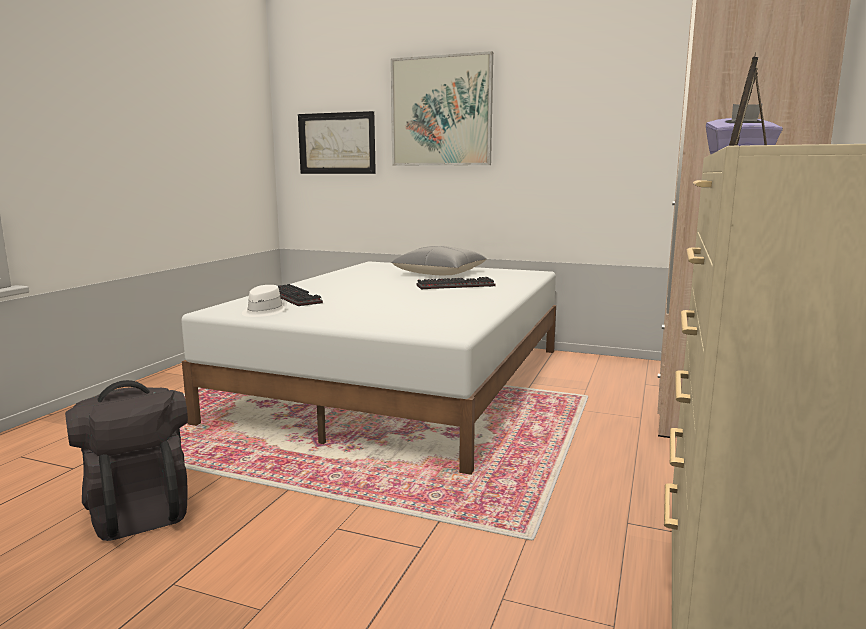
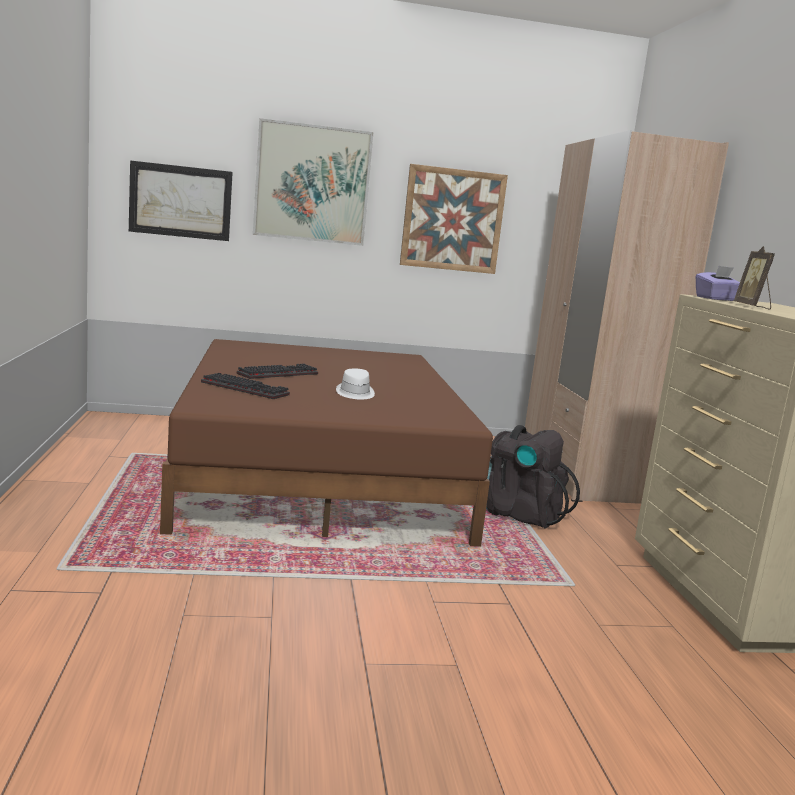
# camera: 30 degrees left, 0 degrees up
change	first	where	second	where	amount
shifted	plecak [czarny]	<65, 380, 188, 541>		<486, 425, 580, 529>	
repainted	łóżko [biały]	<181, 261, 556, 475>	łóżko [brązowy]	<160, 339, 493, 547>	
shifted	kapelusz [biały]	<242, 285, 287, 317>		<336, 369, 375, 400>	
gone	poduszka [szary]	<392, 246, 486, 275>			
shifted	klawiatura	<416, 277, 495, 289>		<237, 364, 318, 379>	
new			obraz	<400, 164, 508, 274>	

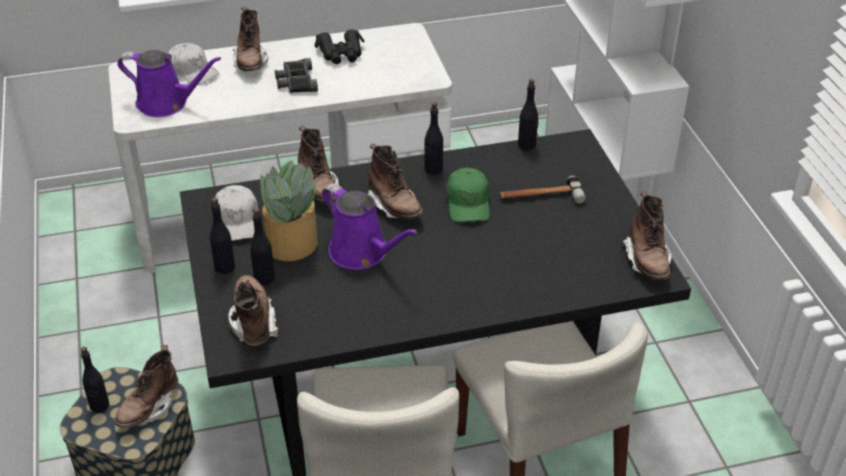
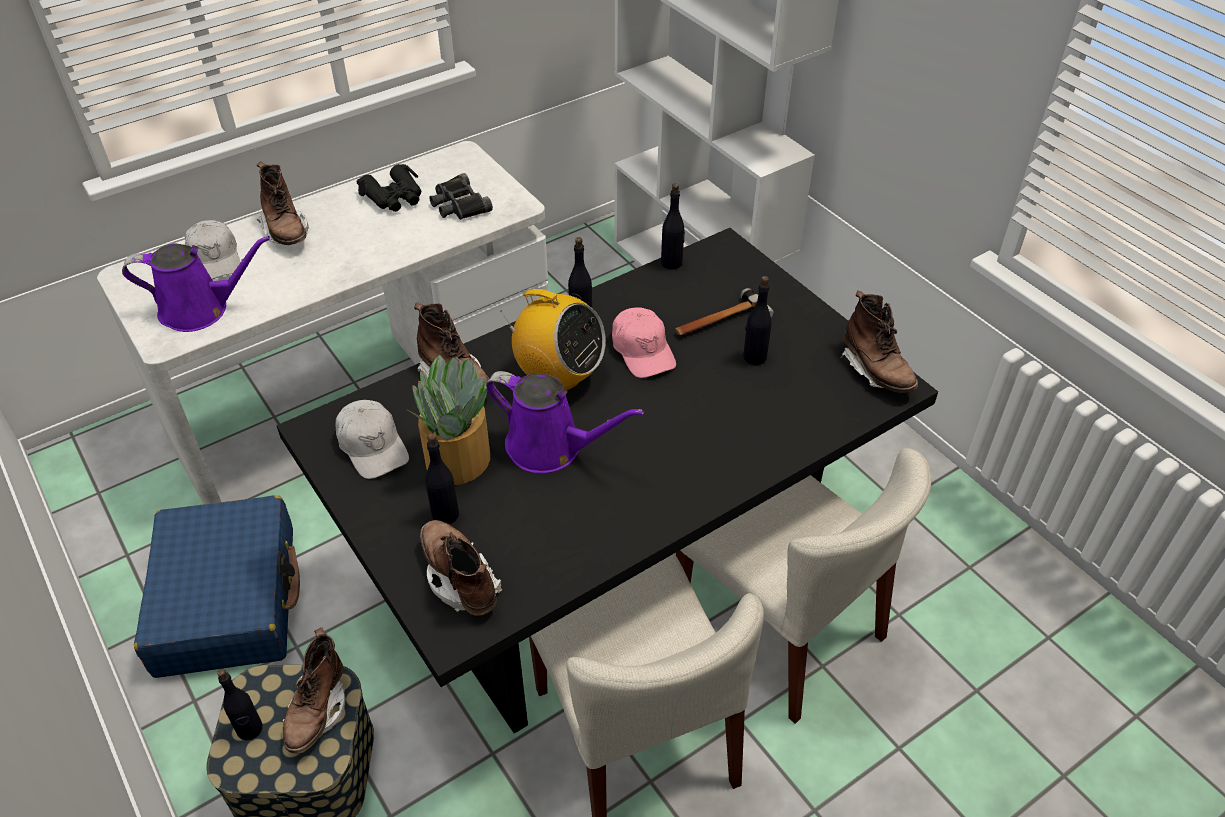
# camera: 20 degrees left, 5 degrees up
change	first	where	second	where	amount
rotated	czapka z daszkiem [biały]	<168, 43, 219, 85>		<185, 220, 241, 279>	45 degrees clockwise
shifted	butelka [czarny]	<210, 198, 235, 274>		<743, 276, 772, 365>	
shifted	lornetka [czarny]	<275, 58, 318, 93>		<429, 173, 493, 220>	
swapped	but z cholewką [brązowy]	<368, 143, 423, 220>	radio	<500, 289, 606, 391>	
repainted	czapka z daszkiem [zielony]	<445, 168, 490, 222>	czapka z daszkiem [różowy]	<612, 307, 676, 378>	
new			walizka [niebieski]	<134, 495, 300, 678>	

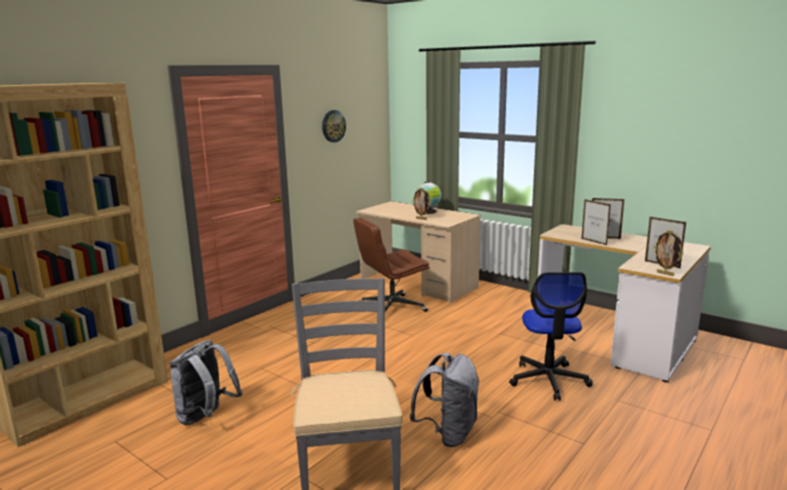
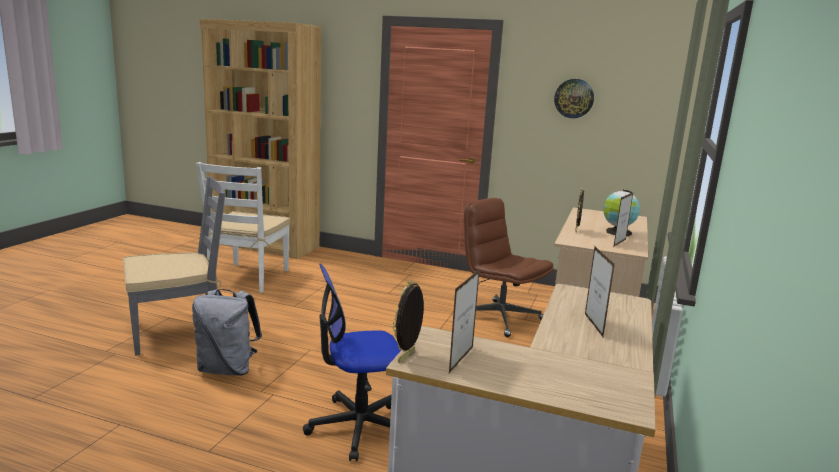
# camera: 70 degrees right, 0 degrees up
change	first	where	second	where	amount
swapped	plecak [szary]	<170, 340, 243, 425>	krzesło [biały]	<196, 162, 291, 293>	
shifted	ramka na zdjęcie	<582, 199, 611, 245>		<614, 193, 633, 246>	

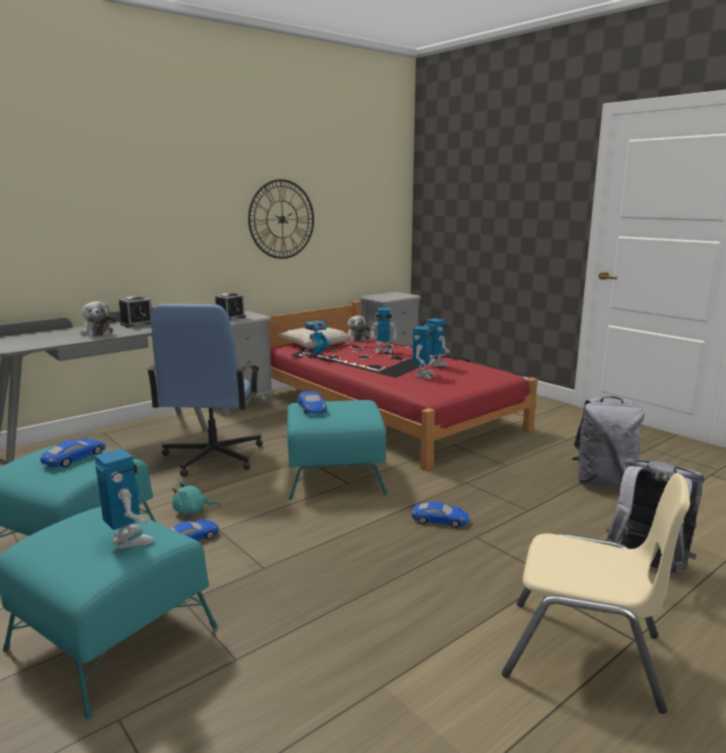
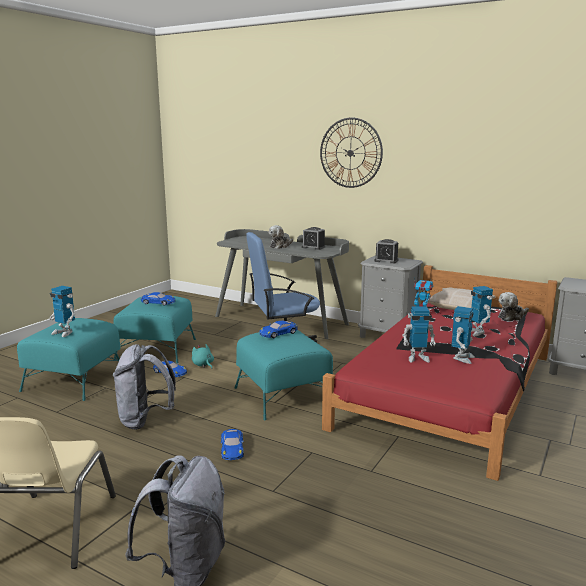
# camera: 70 degrees right, 0 degrees up
change	first	where	second	where	amount
rotated	robot zabawkowy	<94, 448, 155, 549>		<50, 286, 75, 337>	90 degrees clockwise
shifted	zegar ścienny	<248, 179, 314, 259>		<320, 117, 383, 188>	
shifted	plecak [szary]	<572, 396, 644, 487>		<113, 344, 176, 430>	

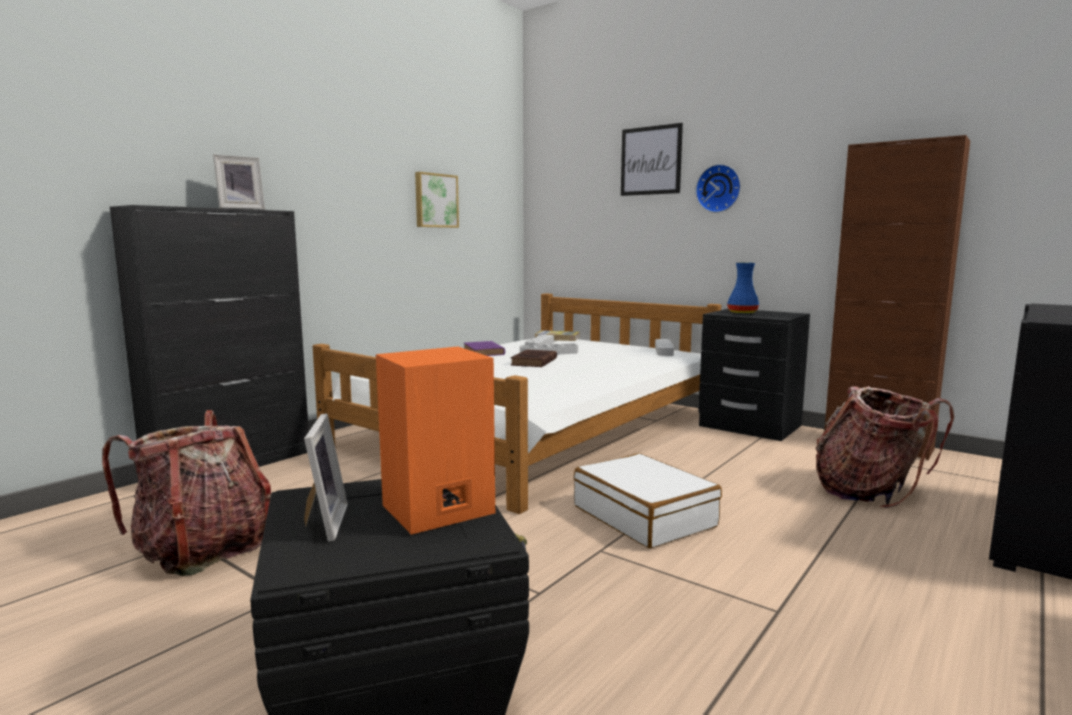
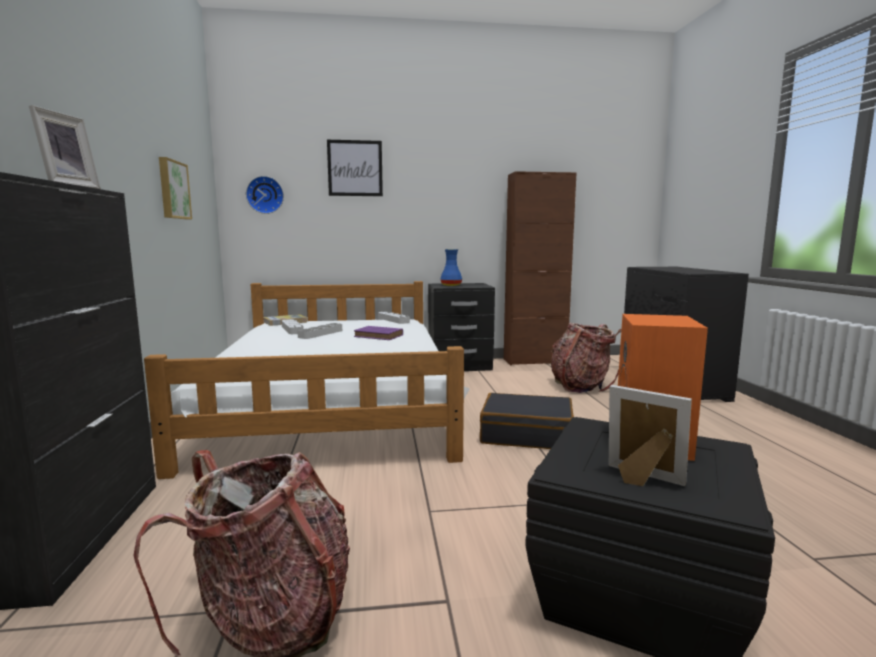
# camera: 45 degrees left, 0 degrees up
change	first	where	second	where	amount
shifted	książka [fioletowy]	<464, 341, 505, 356>		<354, 326, 403, 340>	
gone	książka [brązowy]	<510, 350, 557, 367>			
repainted	walizka [biały]	<574, 453, 722, 548>	walizka [czarny]	<480, 393, 574, 449>	
shifted	zegar ścienny	<695, 164, 741, 213>		<246, 176, 284, 214>	

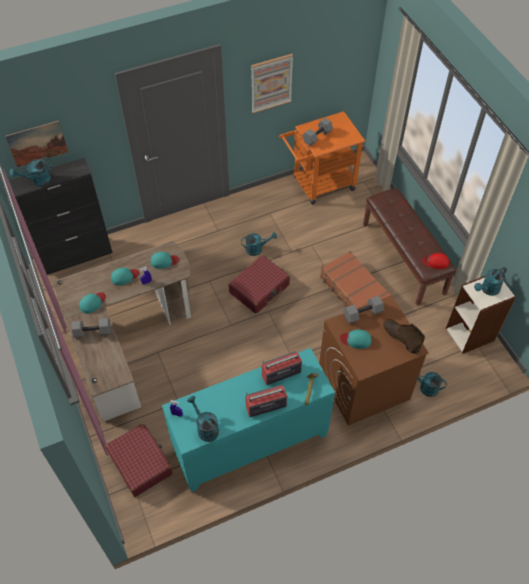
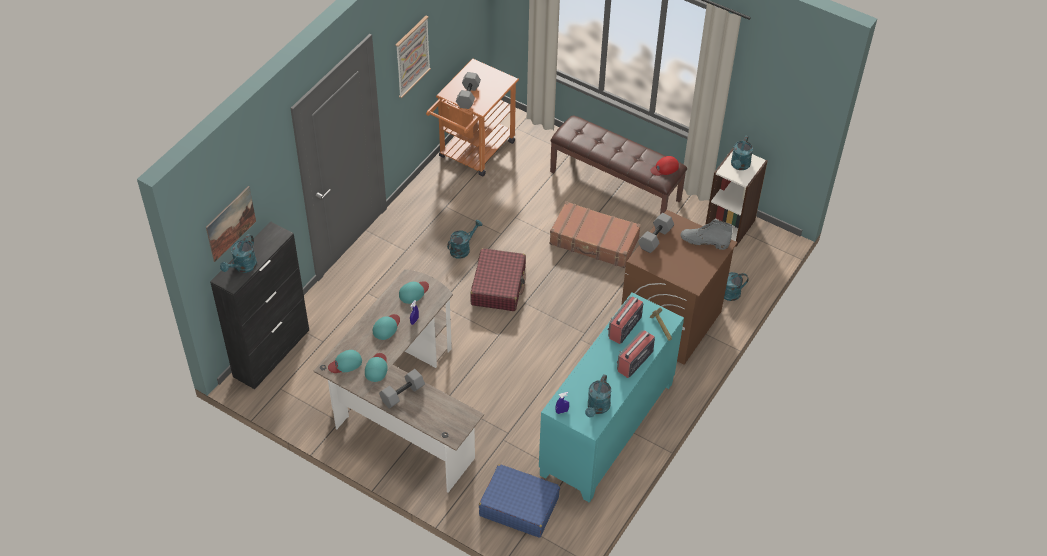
# camera: 35 degrees left, 5 degrees down
change	first	where	second	where	amount
repainted	walizka [czerwony]	<105, 423, 173, 497>	walizka [niebieski]	<479, 464, 560, 538>	
rotated	konewka [turkusowy]	<187, 396, 219, 442>		<585, 374, 611, 417>	90 degrees counterclockwise
shifted	czapka z daszkiem [turkusowy]	<340, 330, 371, 349>		<328, 350, 362, 373>	
repainted	but z cholewką [brązowy]	<383, 319, 425, 354>	but z cholewką [szary]	<680, 220, 733, 250>	

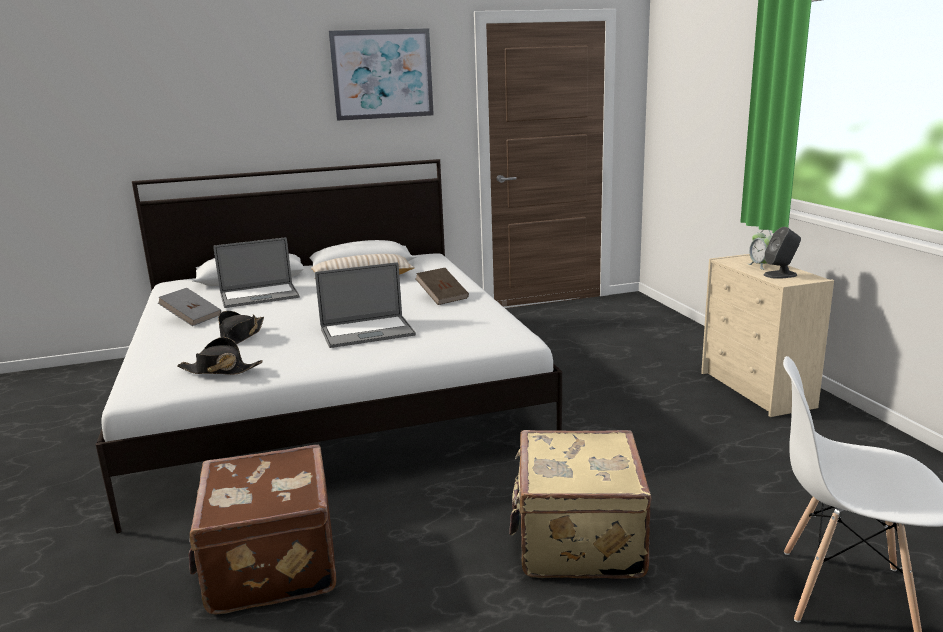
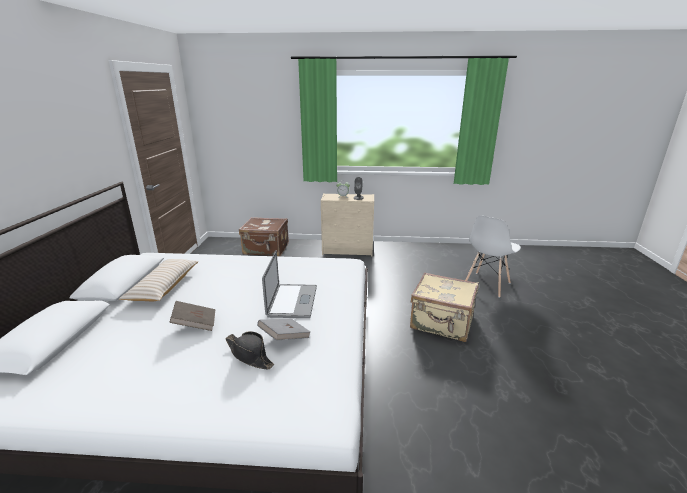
# camera: 70 degrees left, 5 degrees up
change	first	where	second	where	amount
shifted	książka [szary]	<158, 288, 221, 326>		<257, 319, 310, 341>	
gone	kapelusz [czarny]	<177, 337, 263, 375>			
shifted	walizka [brązowy]	<189, 445, 336, 615>		<239, 217, 289, 256>	
gone	laptop	<213, 237, 300, 308>			
gone	obraz	<329, 28, 434, 121>			
shifted	książka [brązowy]	<415, 268, 469, 305>		<169, 301, 215, 331>	

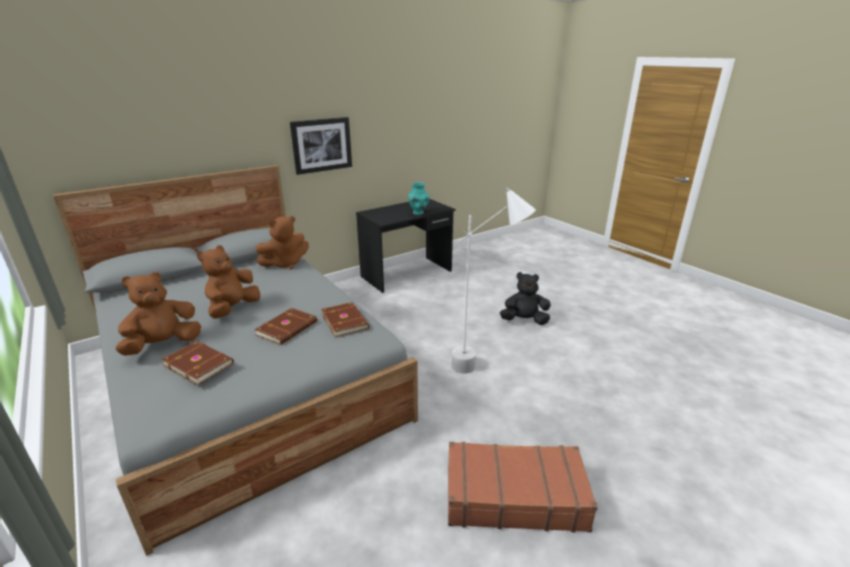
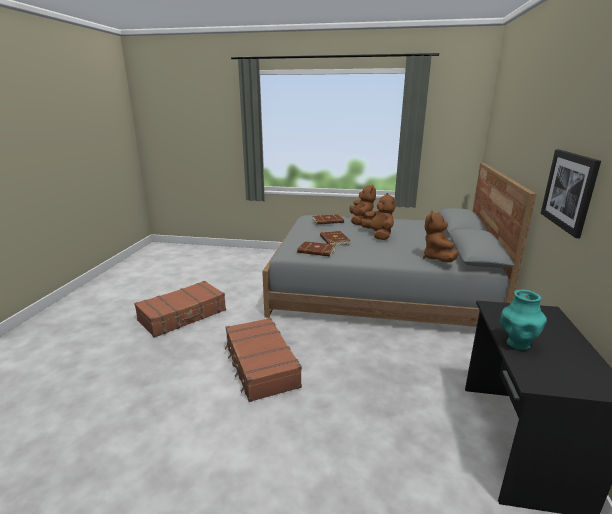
# camera: 135 degrees right, 5 degrees down
change	first	where	second	where	amount
swapped	lampa stojąca [biały]	<452, 187, 536, 373>	walizka [brązowy]	<225, 317, 302, 402>	
gone	pluszak [czarny]	<500, 272, 551, 325>			

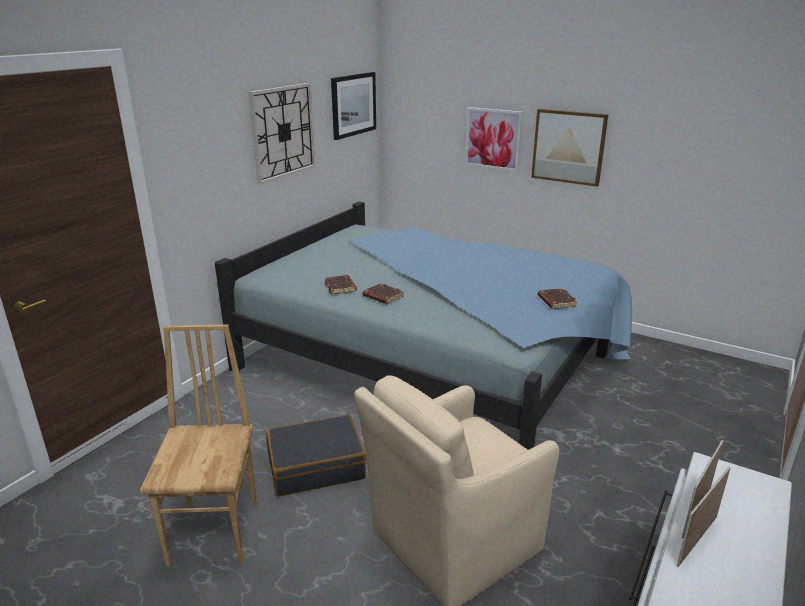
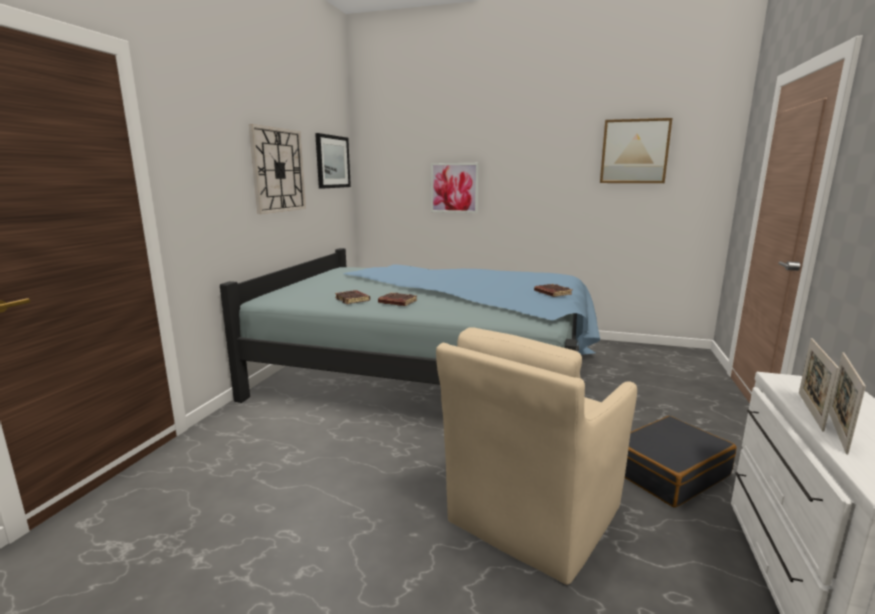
# camera: 15 degrees left, 10 degrees down
change	first	where	second	where	amount
gone	krzesło [brązowy]	<140, 324, 257, 566>			
shifted	walizka [czarny]	<266, 415, 366, 497>		<625, 416, 736, 508>	
shifted	obraz	<531, 109, 608, 187>		<600, 118, 672, 183>	

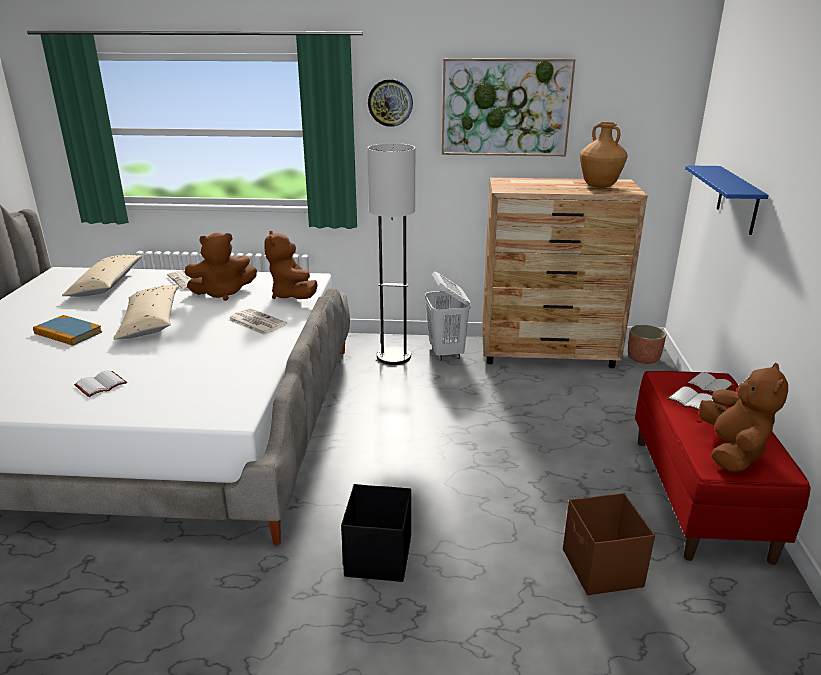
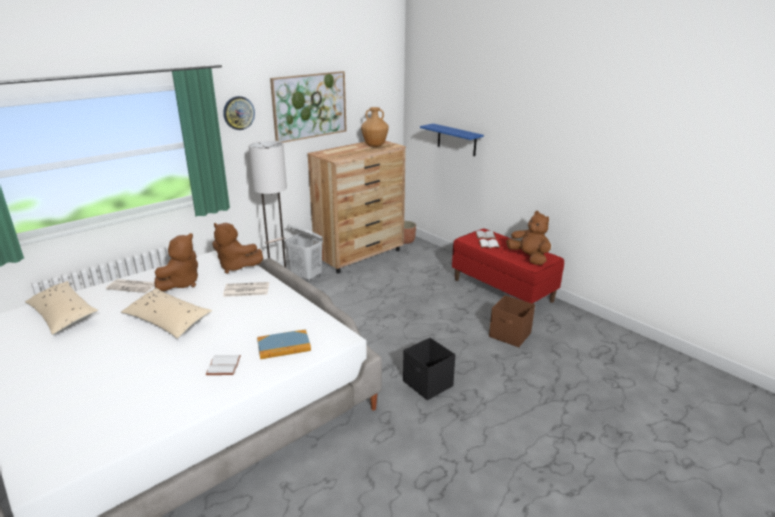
# camera: 45 degrees left, 0 degrees up
change	first	where	second	where	amount
shifted	książka	<33, 315, 102, 346>		<257, 329, 311, 359>	

